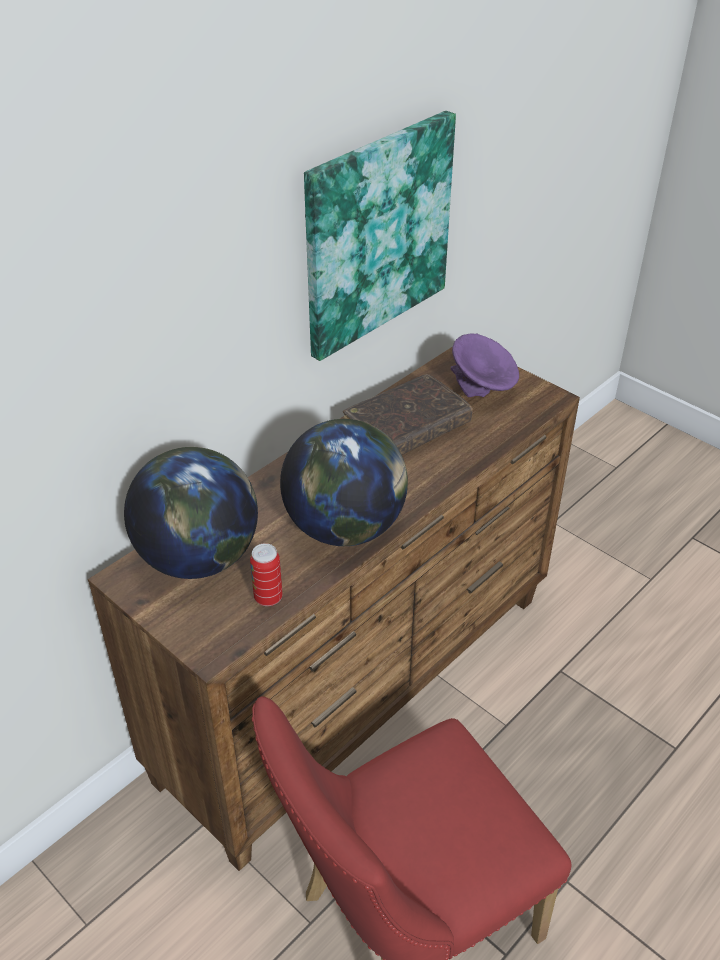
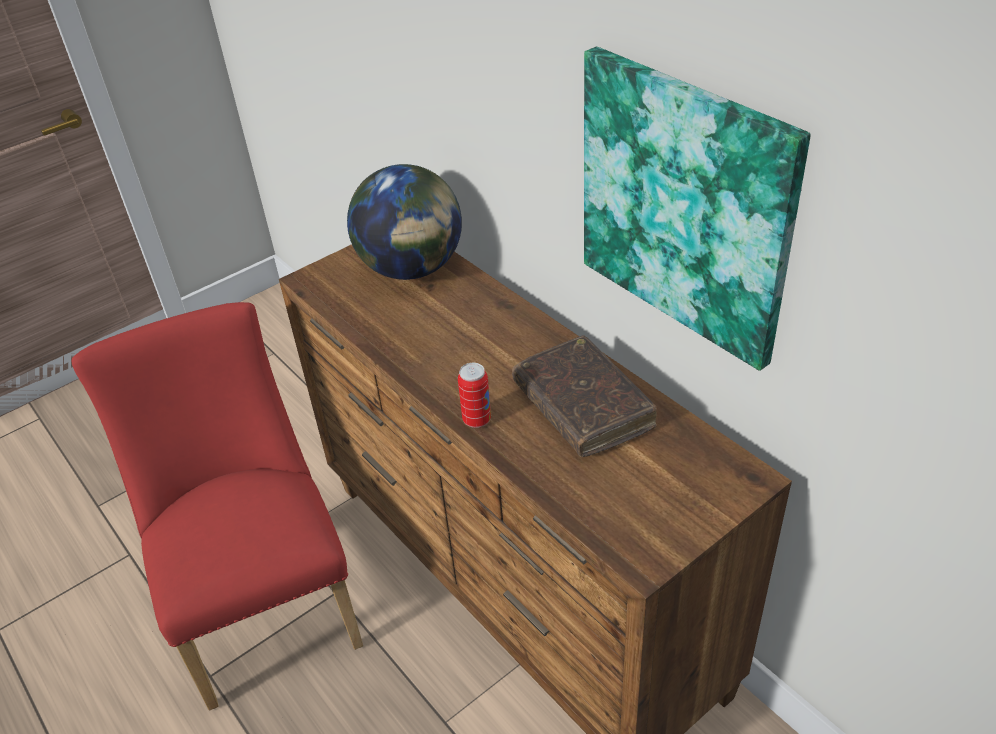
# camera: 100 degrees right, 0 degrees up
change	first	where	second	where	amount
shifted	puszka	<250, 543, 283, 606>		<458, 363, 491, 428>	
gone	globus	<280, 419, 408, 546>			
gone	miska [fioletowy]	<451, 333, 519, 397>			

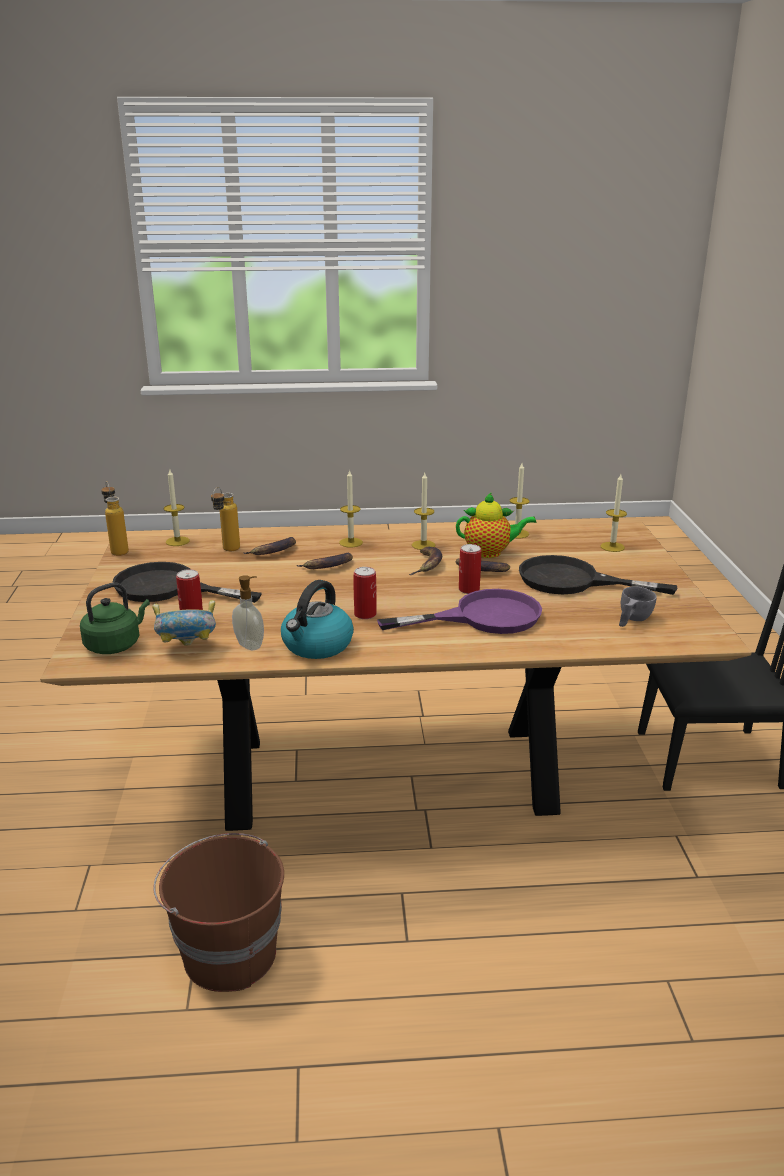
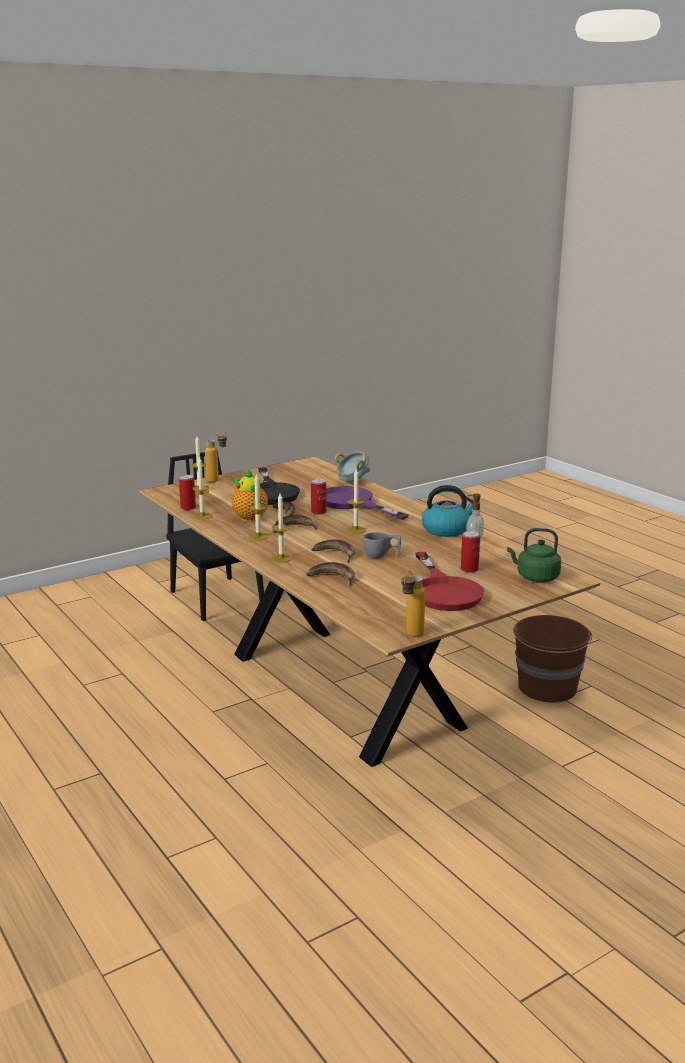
# camera: 120 degrees left, 5 degrees down
change	first	where	second	where	amount
repainted	patelnia [czarny]	<112, 562, 262, 603>	patelnia [czerwony]	<415, 552, 484, 611>	
shifted	miska	<152, 600, 216, 646>		<335, 450, 370, 483>	
shifted	świeca	<164, 468, 190, 546>		<346, 469, 366, 534>	
shifted	butelka	<211, 487, 240, 551>		<205, 431, 228, 482>	
shifted	puszka	<354, 567, 377, 619>		<179, 475, 196, 510>	
shifted	filiżanka [szary]	<619, 587, 657, 627>		<364, 532, 401, 558>	

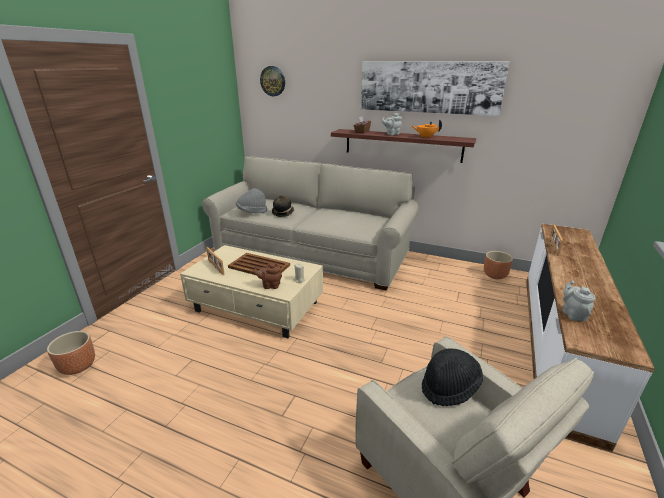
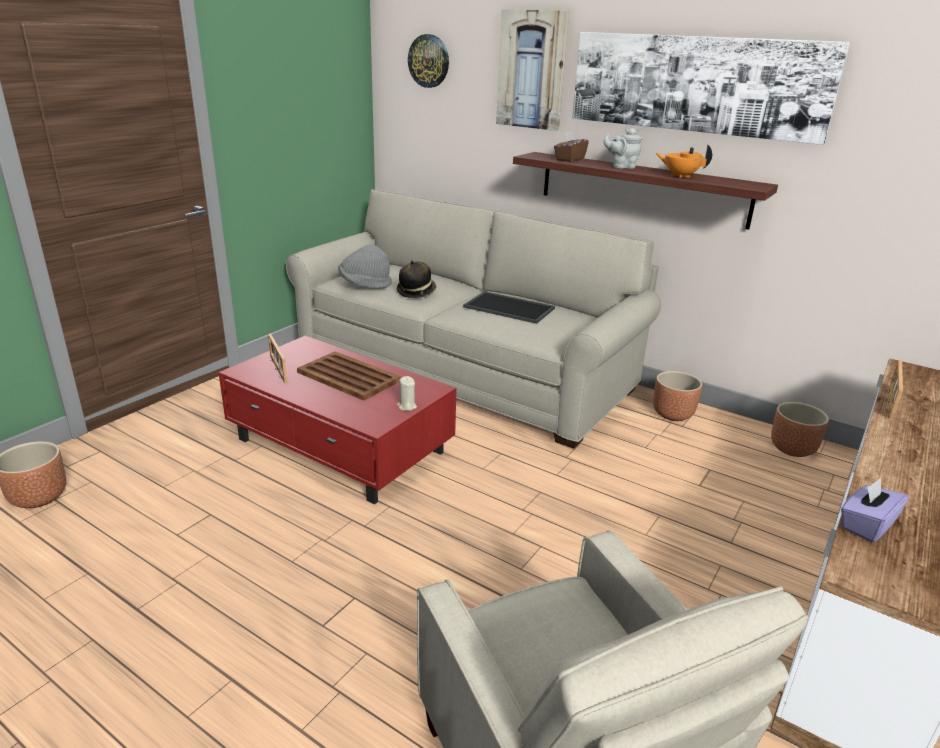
# camera: 10 degrees right, 0 degrees up
change	first	where	second	where	amount
repainted	ława [beżowy]	<180, 245, 323, 338>	ława [czerwony]	<218, 336, 457, 504>	
gone	imbryk [brązowy]	<253, 263, 282, 289>			
gone	kapelusz [czarny]	<422, 348, 483, 406>			
swapped	imbryk [szary]	<562, 281, 595, 321>	pudełko chusteczek [fioletowy]	<841, 478, 909, 543>	
new			taca	<463, 291, 555, 324>	
new			obraz	<496, 9, 569, 131>	
new			donica [brązowy]	<653, 371, 702, 421>	

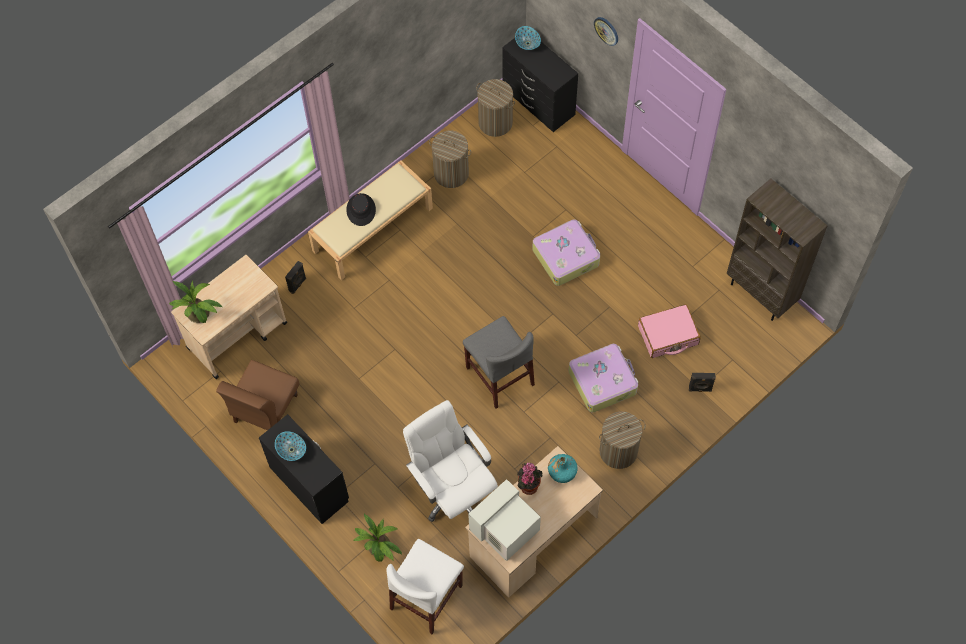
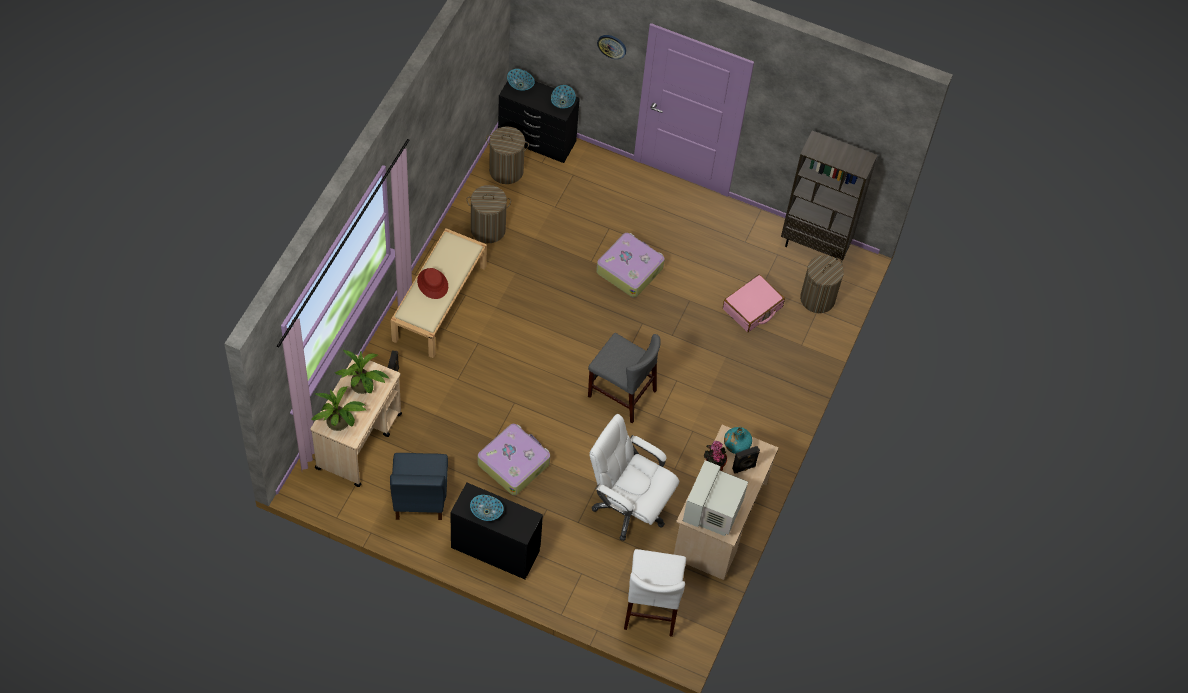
# camera: 30 degrees left, 5 degrees down
change	first	where	second	where	amount
repainted	krzesło [brązowy]	<216, 360, 299, 430>	krzesło [niebieski]	<390, 453, 448, 520>	
repainted	kapelusz [czarny]	<346, 193, 376, 226>	kapelusz [czerwony]	<417, 268, 448, 299>	
shifted	roślina doniczkowa	<353, 513, 402, 562>		<335, 350, 389, 394>	
shifted	walizka	<569, 344, 638, 413>		<478, 424, 550, 495>	
shifted	kosz na pranie	<599, 412, 646, 469>		<800, 255, 844, 313>	
shifted	głośnik [czarny]	<689, 373, 716, 392>		<732, 446, 760, 474>	
new			miska	<551, 85, 575, 109>	

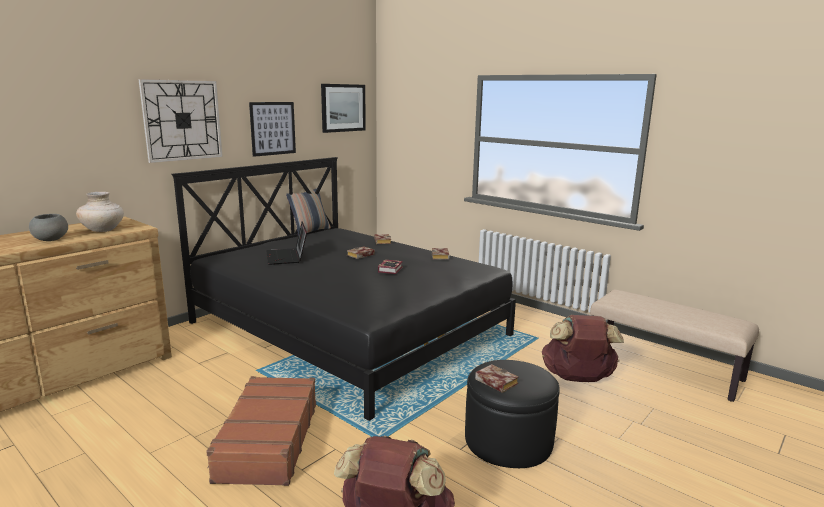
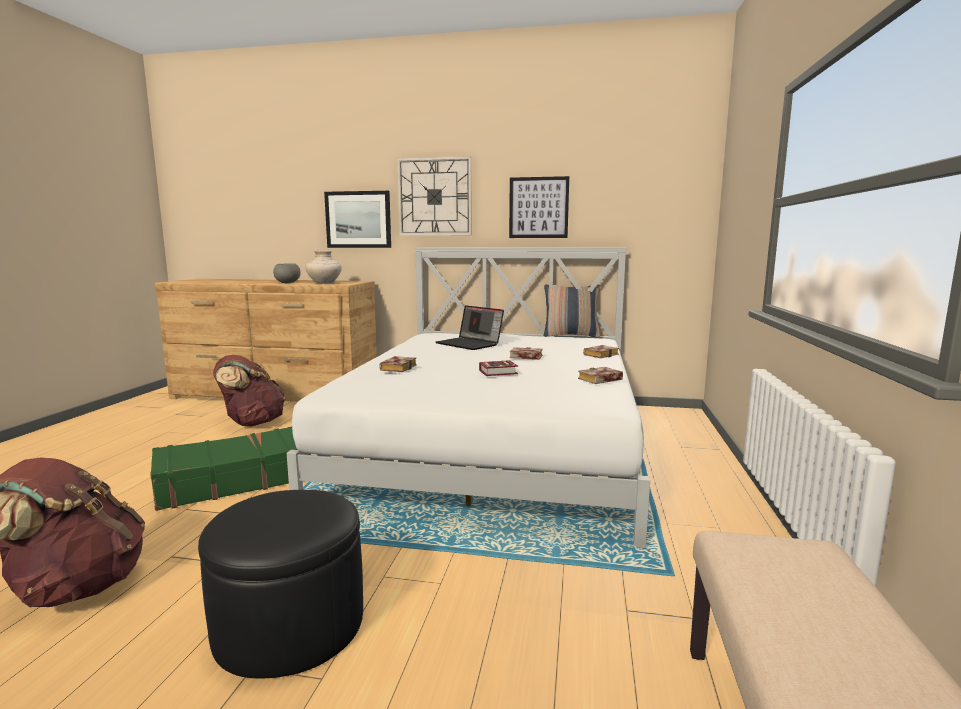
# camera: 60 degrees right, 5 degrees down
change	first	where	second	where	amount
repainted	łóżko [czarny]	<172, 157, 516, 421>	łóżko [biały]	<287, 247, 650, 548>	
repainted	walizka [brązowy]	<206, 376, 316, 486>	walizka [zielony]	<150, 427, 297, 511>	
rotated	laptop	<266, 222, 307, 265>		<436, 305, 504, 350>	90 degrees counterclockwise
shifted	obraz	<321, 84, 366, 133>		<324, 191, 391, 248>	
shifted	książka	<475, 364, 519, 393>		<379, 356, 416, 372>	
shifted	plecak [brązowy]	<542, 315, 624, 382>		<213, 355, 285, 427>	

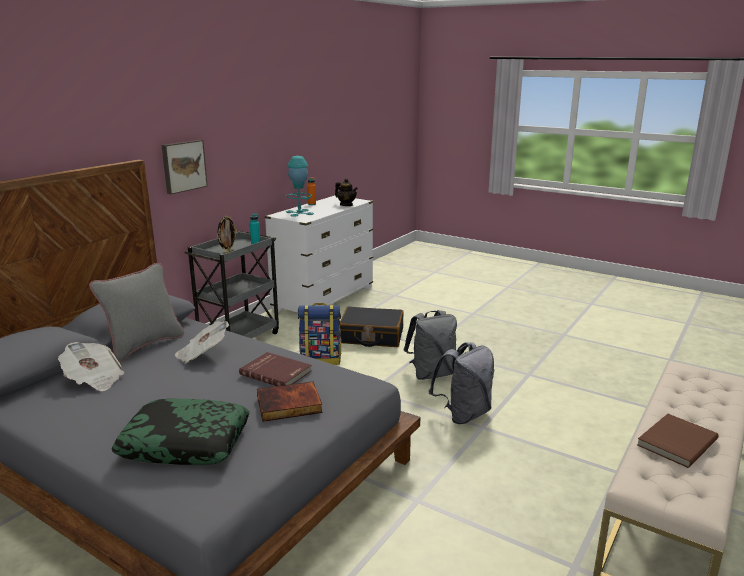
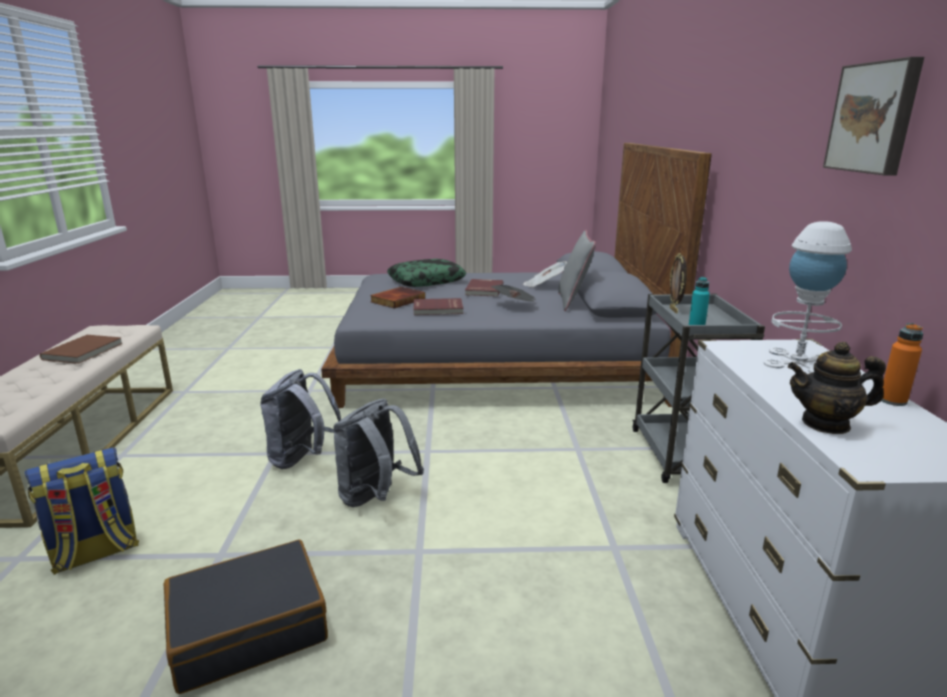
# camera: 145 degrees right, 0 degrees up
change	first	where	second	where	amount
shifted	obraz	<162, 140, 208, 194>		<823, 57, 924, 175>	
repainted	lampa stołowa [turkusowy]	<286, 156, 314, 217>	lampa stołowa [biały]	<764, 221, 852, 373>	
shifted	plecak	<298, 303, 342, 365>		<24, 447, 139, 575>	
shifted	walizka [czarny]	<340, 307, 404, 347>		<164, 540, 328, 694>	
new			książka [czerwony]	<465, 279, 504, 297>	

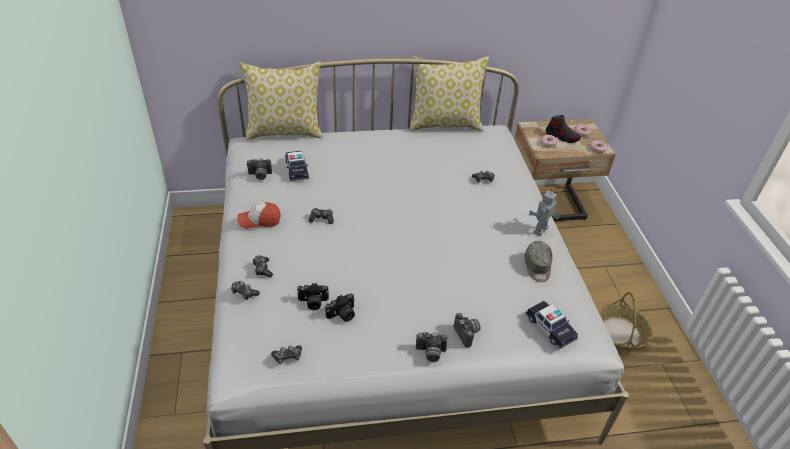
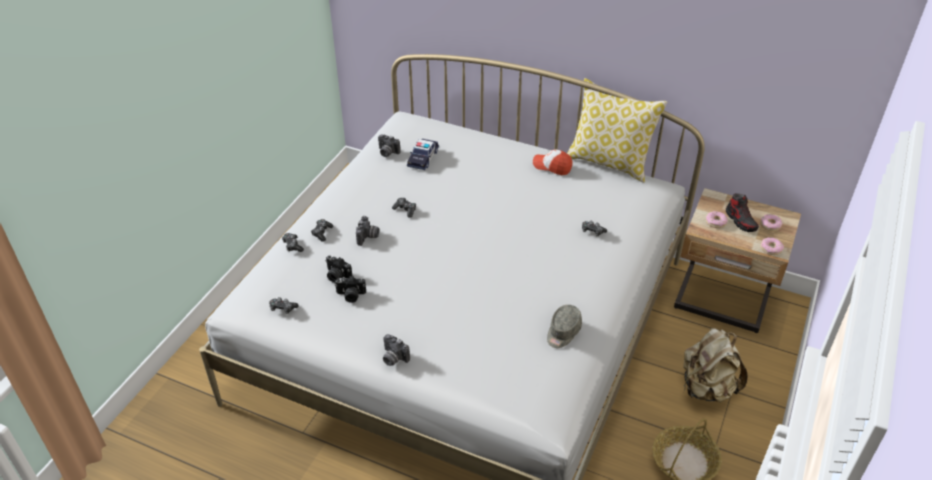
# camera: 35 degrees right, 0 degrees up
change	first	where	second	where	amount
shifted	czapka z daszkiem	<237, 202, 281, 229>		<533, 149, 573, 175>	
gone	poduszka	<239, 62, 323, 140>			
shifted	aparat fotograficzny	<454, 313, 481, 348>		<356, 216, 379, 246>	
gone	samochodzik	<525, 301, 578, 349>			
gone	robot zabawkowy	<529, 189, 560, 236>			
new			plecak [beżowy]	<683, 328, 748, 402>	

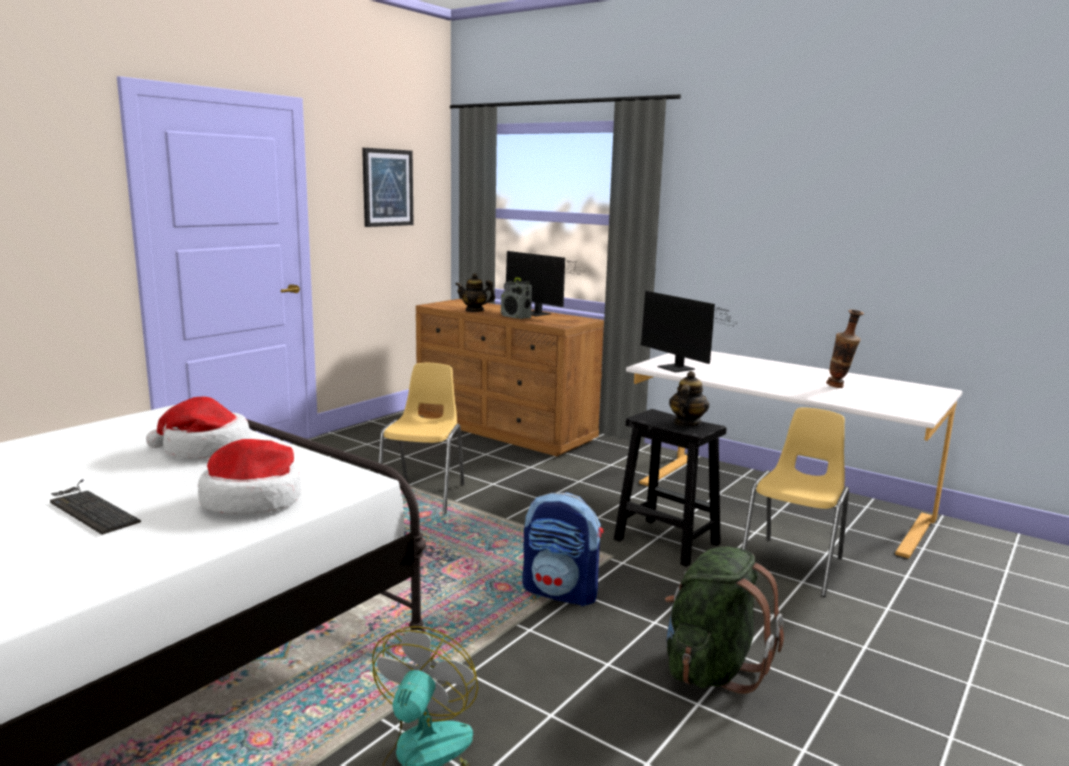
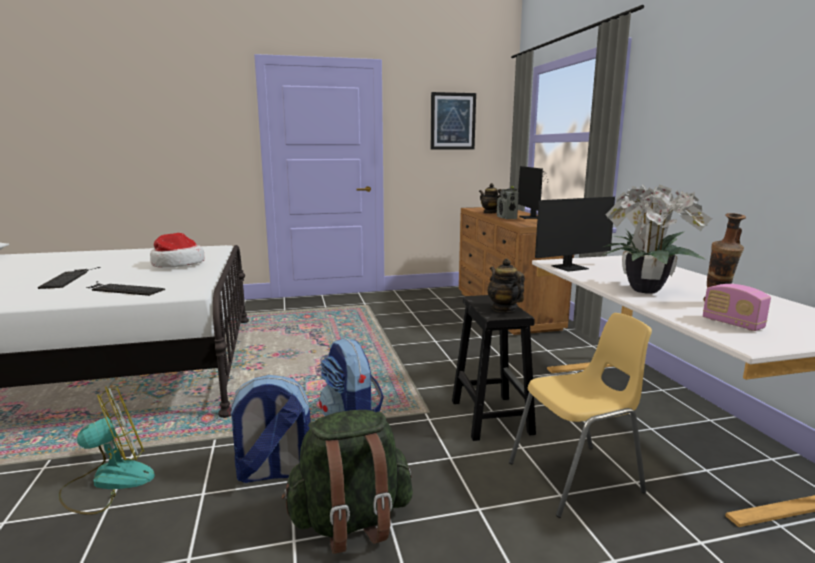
# camera: 40 degrees right, 0 degrees up
change	first	where	second	where	amount
swapped	kapelusz	<198, 439, 301, 515>	klawiatura	<86, 281, 165, 296>	
gone	krzesło [żółty]	<379, 363, 464, 515>			
rotated	monitor	<640, 291, 738, 373>		<535, 197, 615, 272>	120 degrees counterclockwise
rotated	imbryk	<669, 371, 709, 426>		<487, 258, 525, 312>	90 degrees counterclockwise
new			plecak	<227, 375, 311, 483>	
new			roślina doniczkowa	<602, 185, 712, 294>	
new			radio	<703, 284, 771, 331>	

